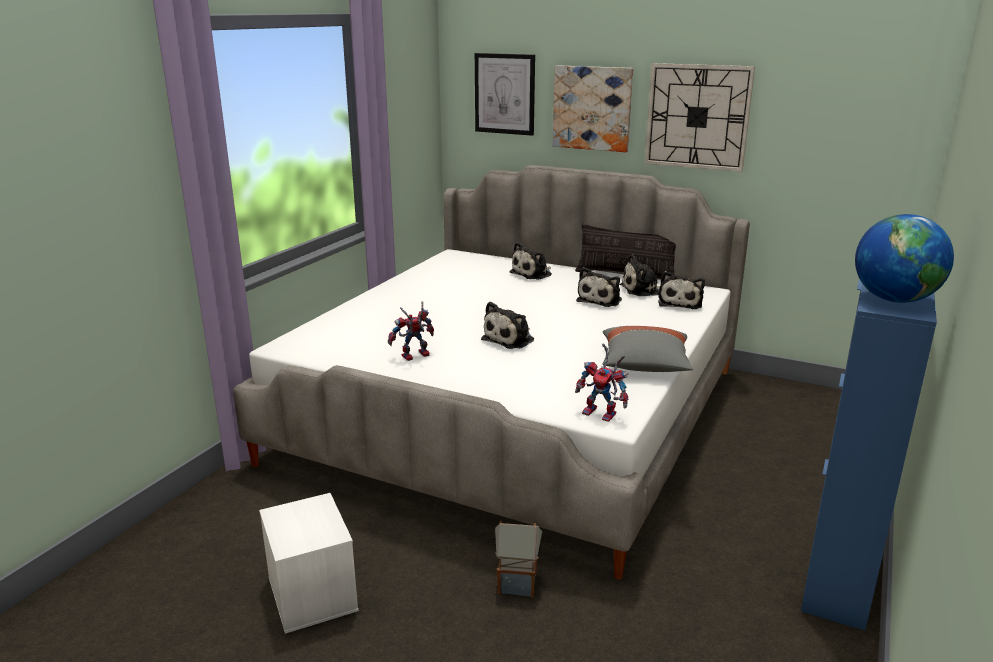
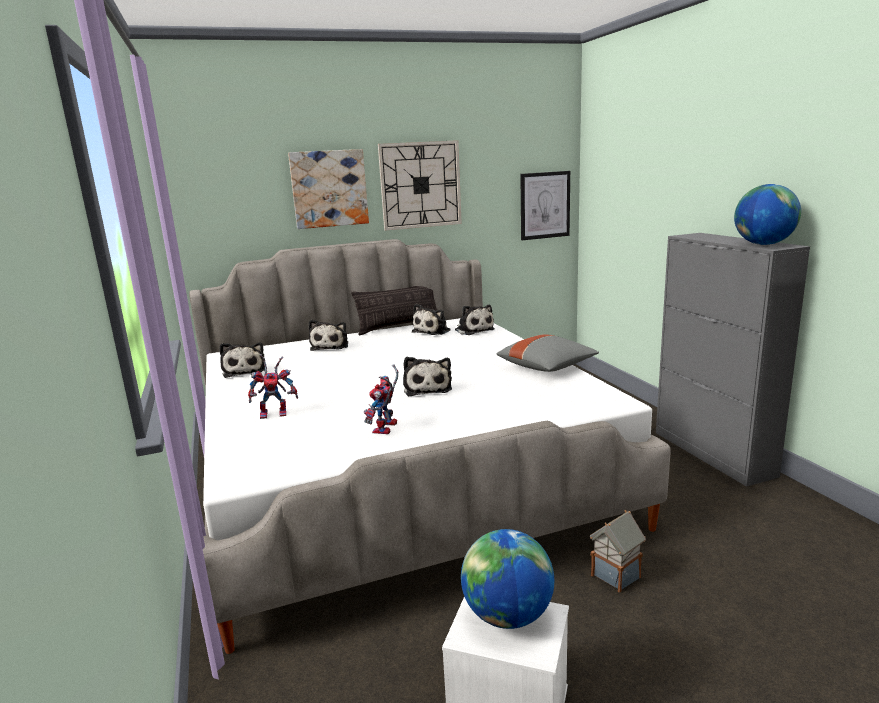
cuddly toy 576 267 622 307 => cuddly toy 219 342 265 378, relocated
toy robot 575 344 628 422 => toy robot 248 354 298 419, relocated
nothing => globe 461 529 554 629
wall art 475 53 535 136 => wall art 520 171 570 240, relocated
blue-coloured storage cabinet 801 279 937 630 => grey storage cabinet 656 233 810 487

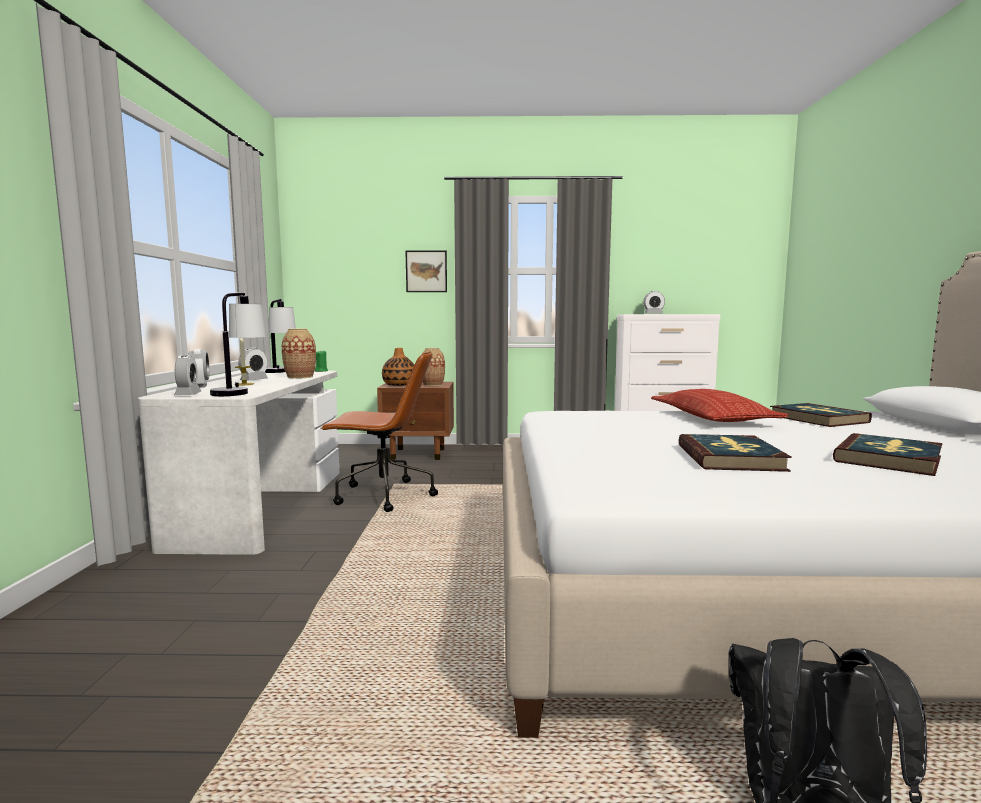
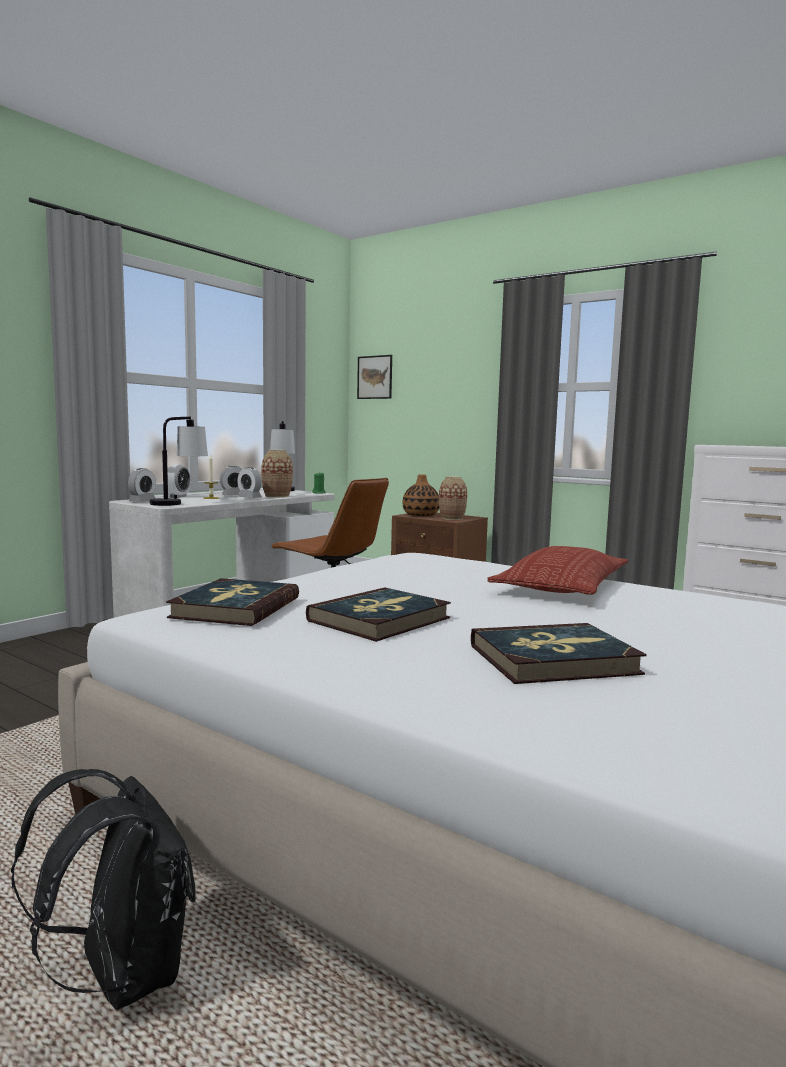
volume 770 403 872 427 => volume 166 578 299 626, relocated
alarm clock 643 291 665 313 => alarm clock 237 467 262 498, relocated
wall art 406 250 447 292 => wall art 357 355 392 399, relocated

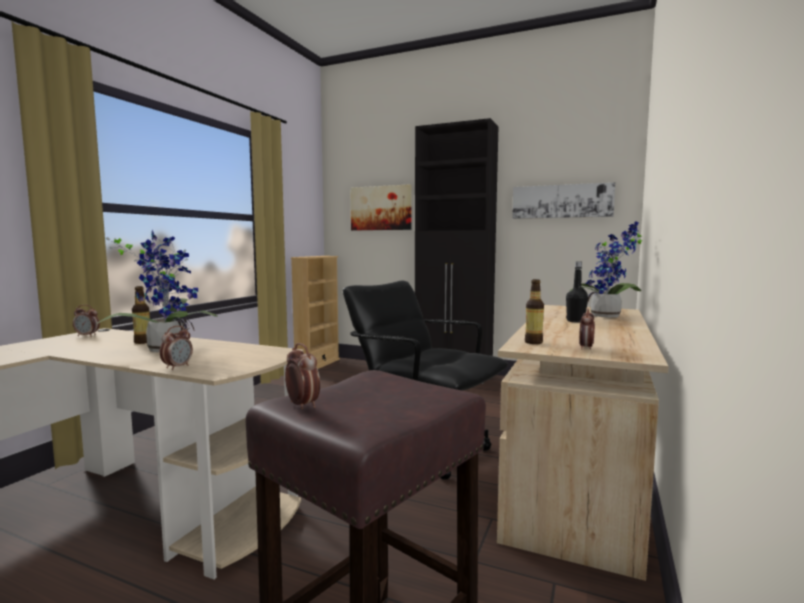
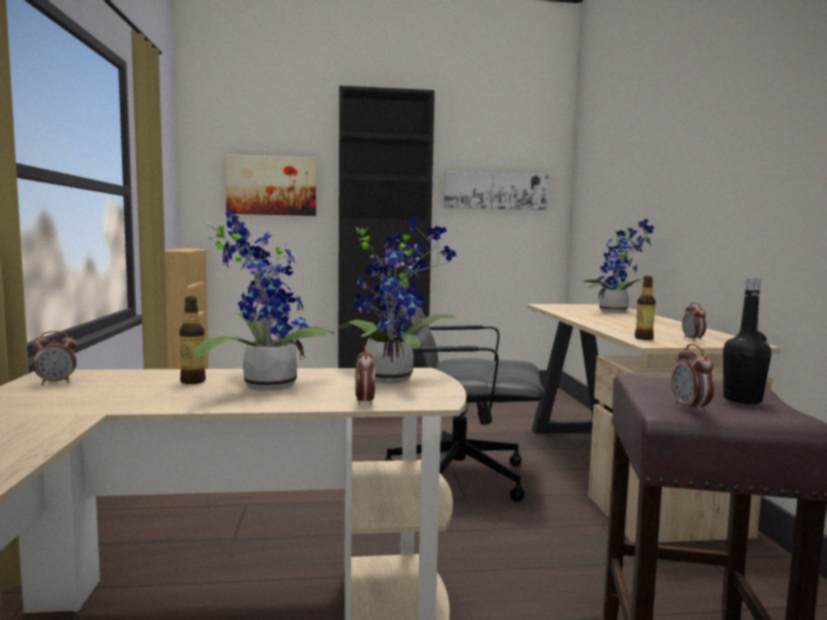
nothing => houseplant 338 216 457 384
alarm clock 285 343 320 409 => alarm clock 671 344 715 413, 120 degrees counterclockwise
black-coloured drink bottle 566 261 588 323 => black-coloured drink bottle 723 278 771 404, relocated

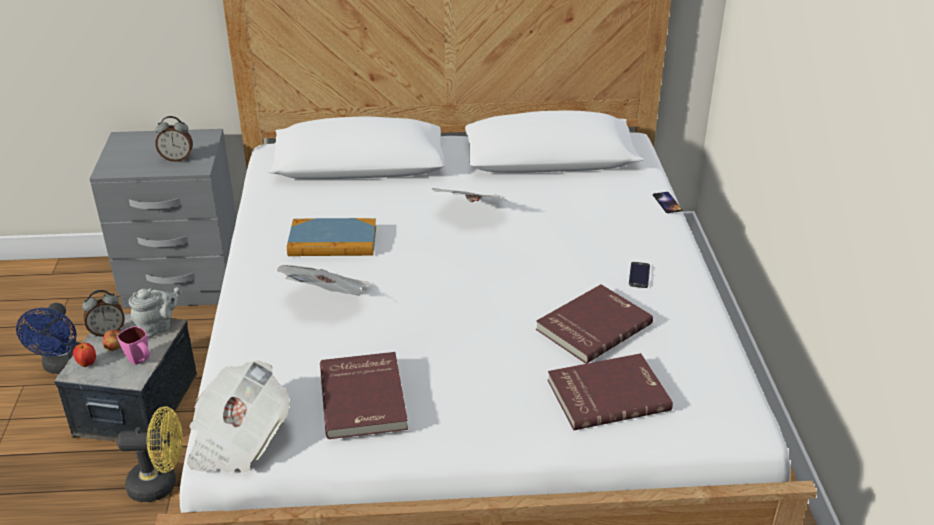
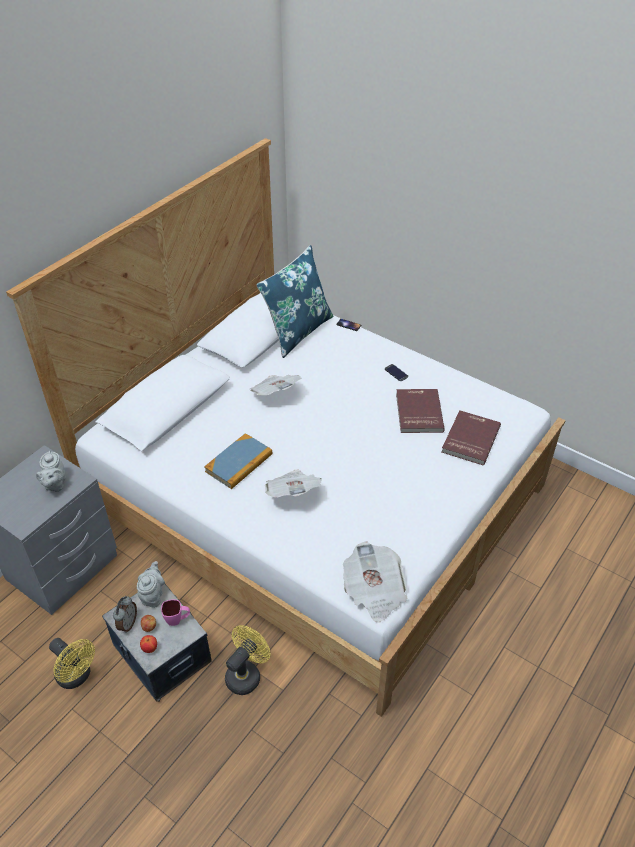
alarm clock 155 116 193 162 => grey teapot 36 451 66 492
blue-coloured electric fan 16 303 81 374 => yellowish electric fan 49 638 95 689
nothing => blue-coloured pillow 256 245 333 358
red volume 320 352 408 439 => nothing

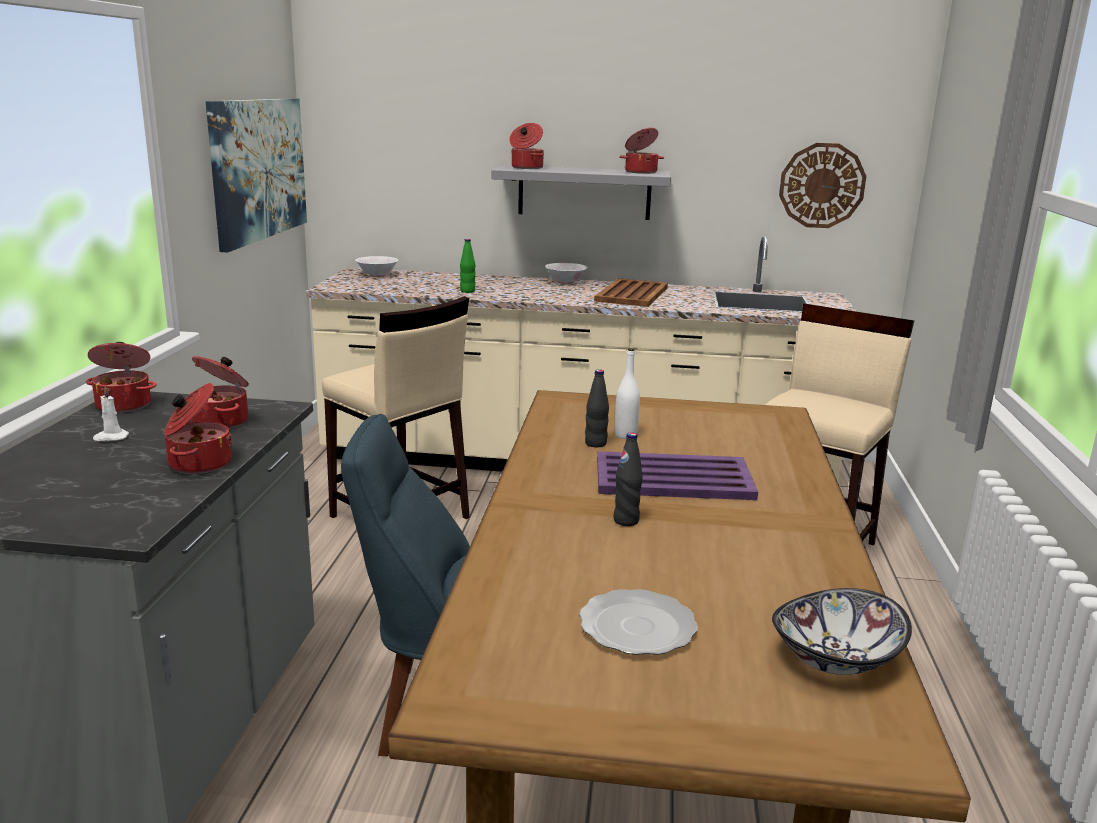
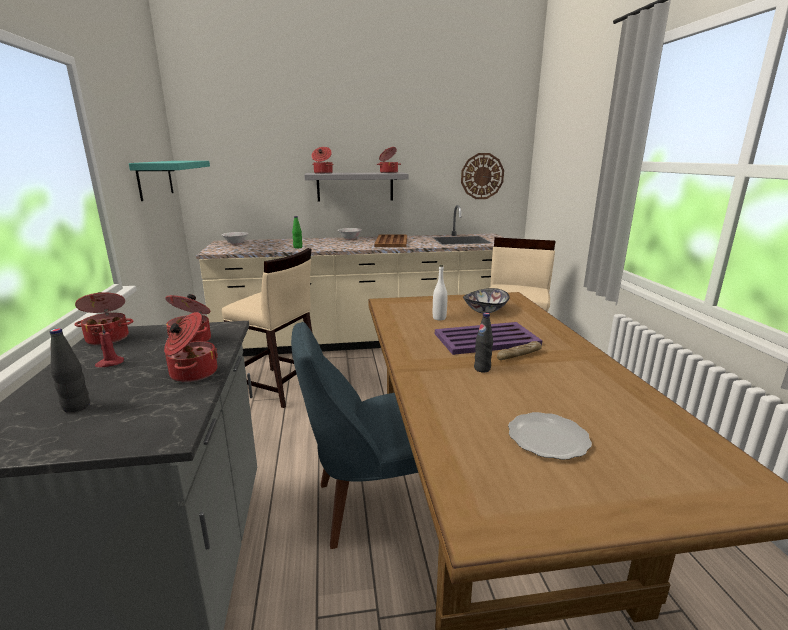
black-coloured drink bottle 585 369 609 447 => black-coloured drink bottle 50 328 90 413, relocated
whitish candle 93 386 129 441 => red candle 95 325 124 367
wall art 206 98 307 252 => turquoise-coloured shelf 129 161 210 201
bowl 772 588 912 675 => bowl 463 288 510 313, relocated
nothing => baked bread 497 341 542 360

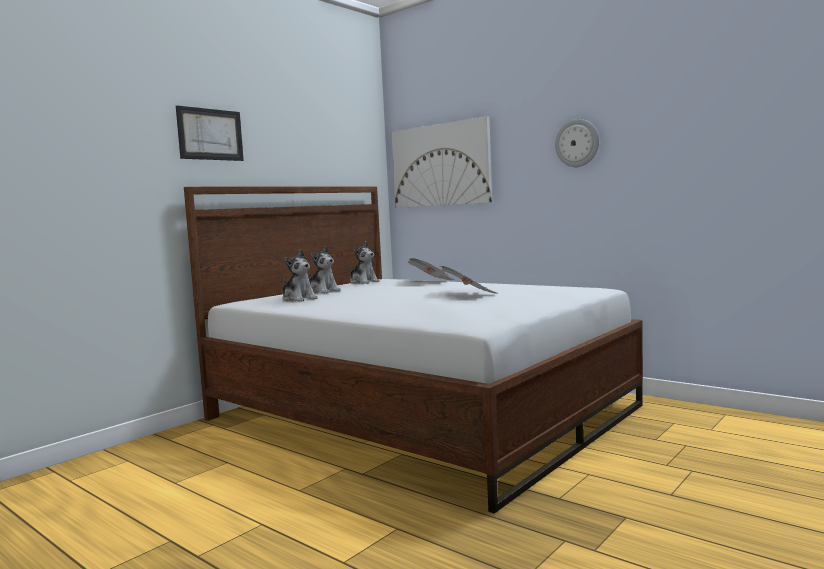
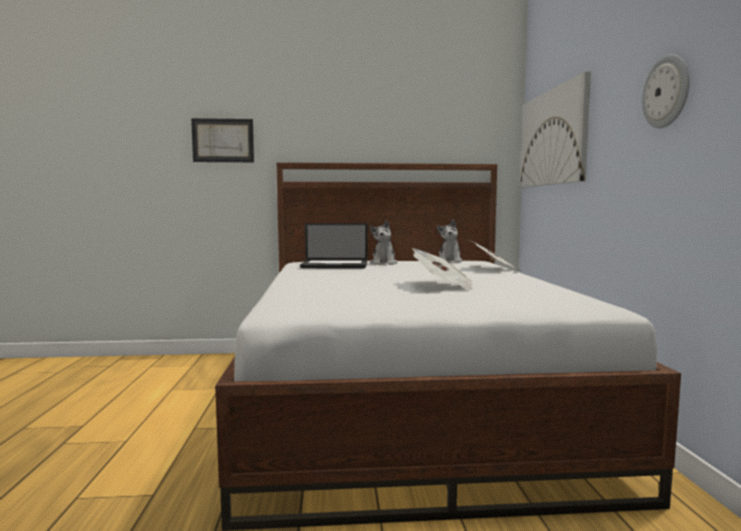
wall art 176 106 244 161 => wall art 191 118 254 162, relocated
cuddly toy 282 250 318 302 => portable computer 300 223 367 269

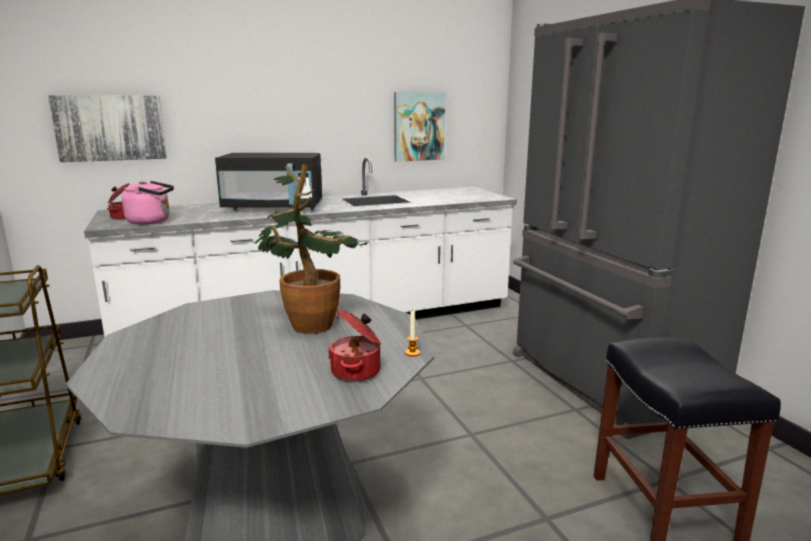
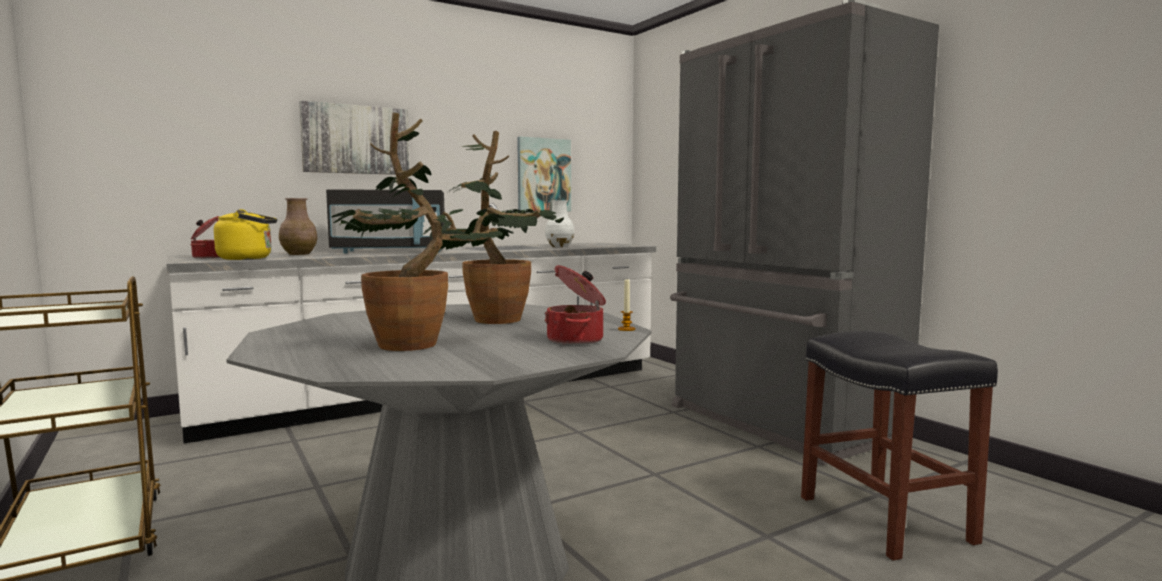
pink water kettle 122 181 174 224 => yellowish water kettle 214 209 277 260
nothing => brown decorative vase 279 198 318 255
wall art 48 95 167 162 => wall art 299 101 410 175, relocated
nothing => houseplant 331 113 513 351
nothing => whitish decorative vase 545 200 574 247

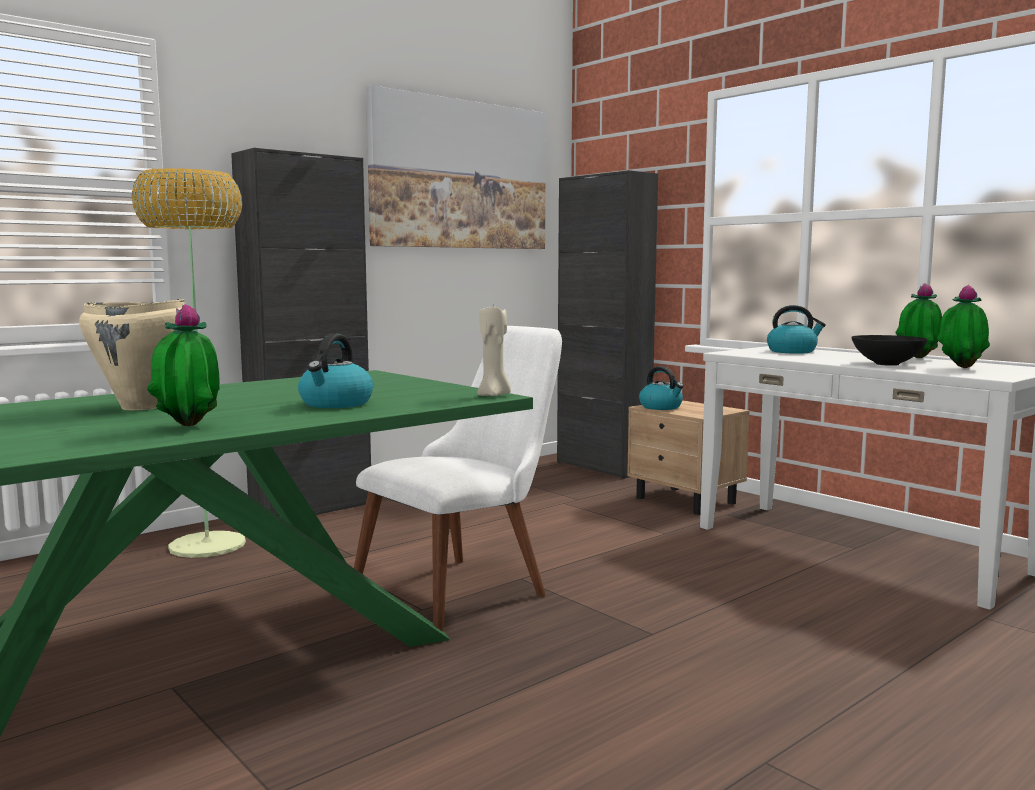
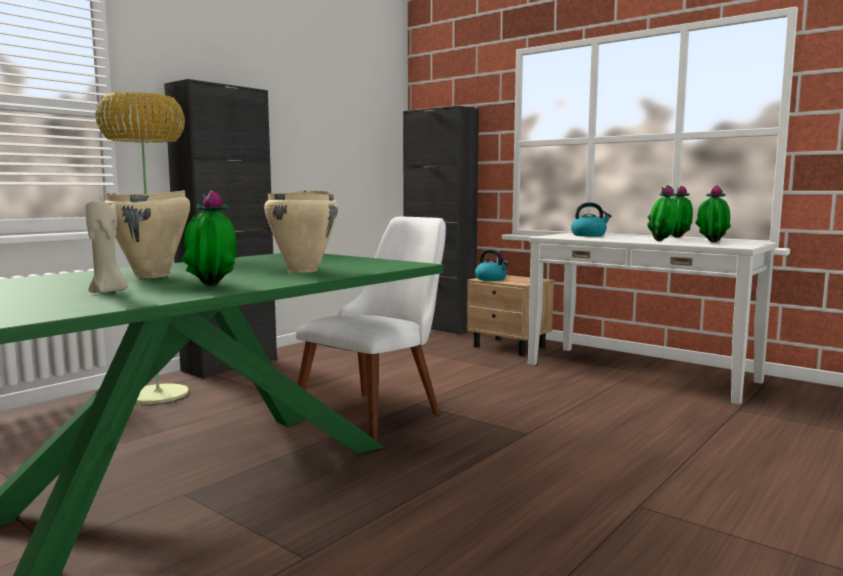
beige candle 477 307 511 396 => beige candle 85 200 127 293, relocated
water kettle 298 334 373 408 => beige cooking pot 264 190 338 273
black-coloured bowl 851 335 928 366 => houseplant 647 185 679 241
wall art 366 85 546 249 => nothing

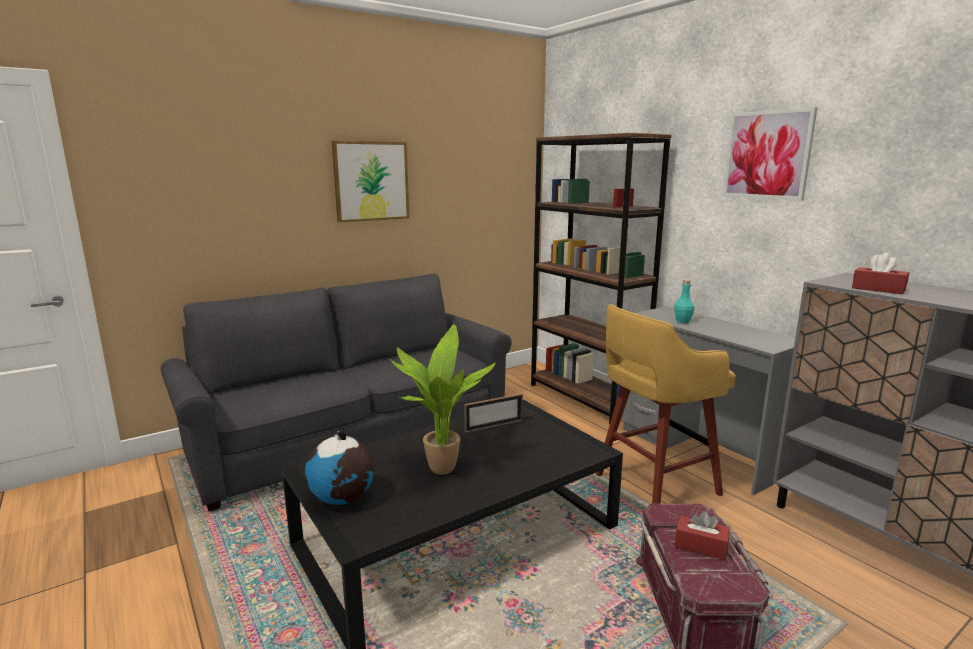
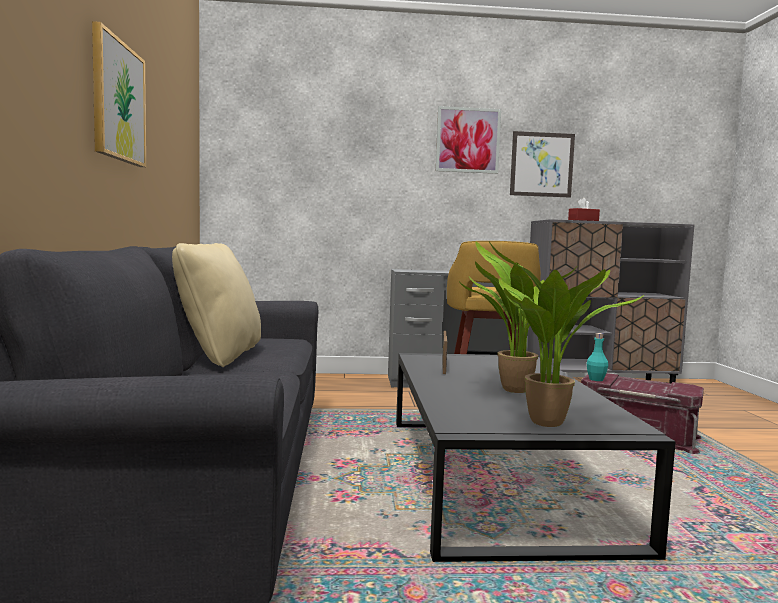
nothing => beige pillow 172 243 261 367
globe 305 430 374 505 => houseplant 489 242 644 427
nothing => wall art 510 131 575 198
turquoise-coloured drink bottle 674 279 695 323 => turquoise-coloured drink bottle 587 333 608 381, relocated
brown bookshelf 531 133 672 424 => nothing
red tissue box 675 511 730 560 => nothing

